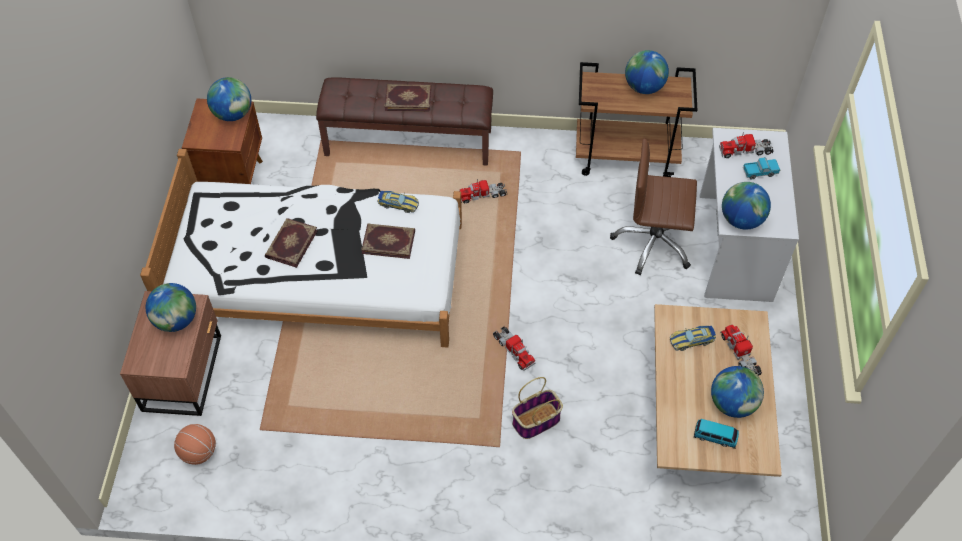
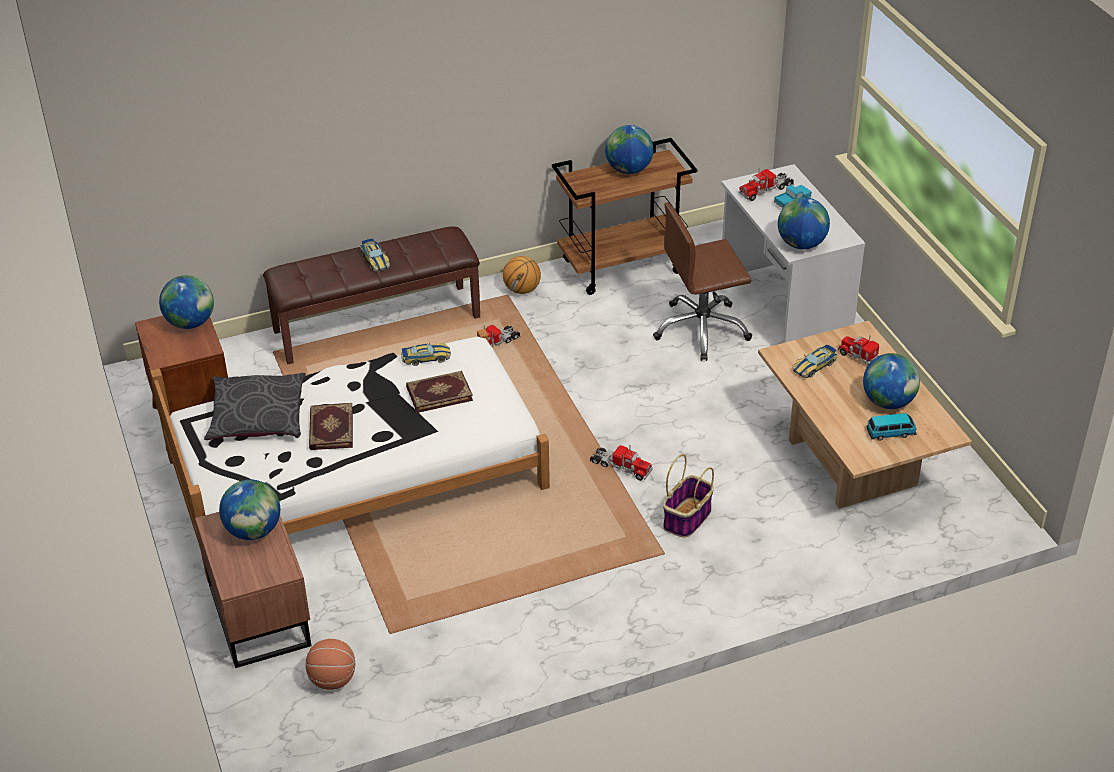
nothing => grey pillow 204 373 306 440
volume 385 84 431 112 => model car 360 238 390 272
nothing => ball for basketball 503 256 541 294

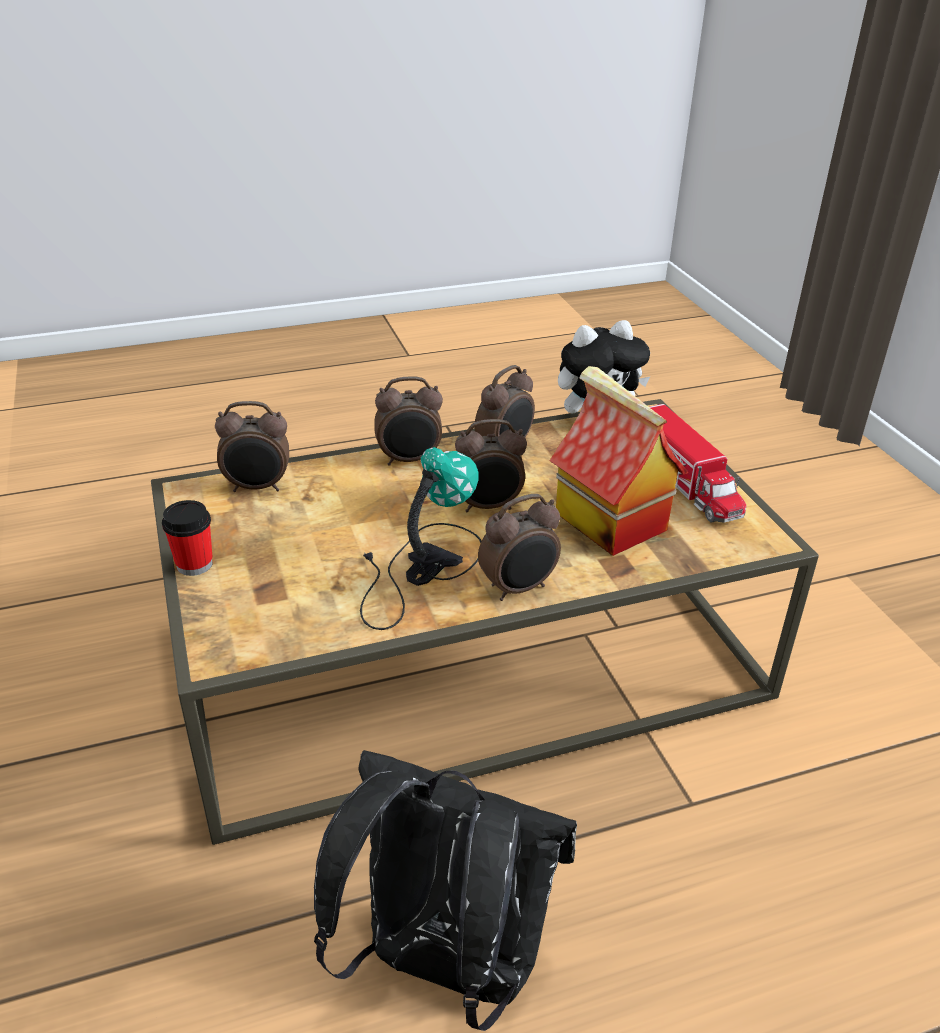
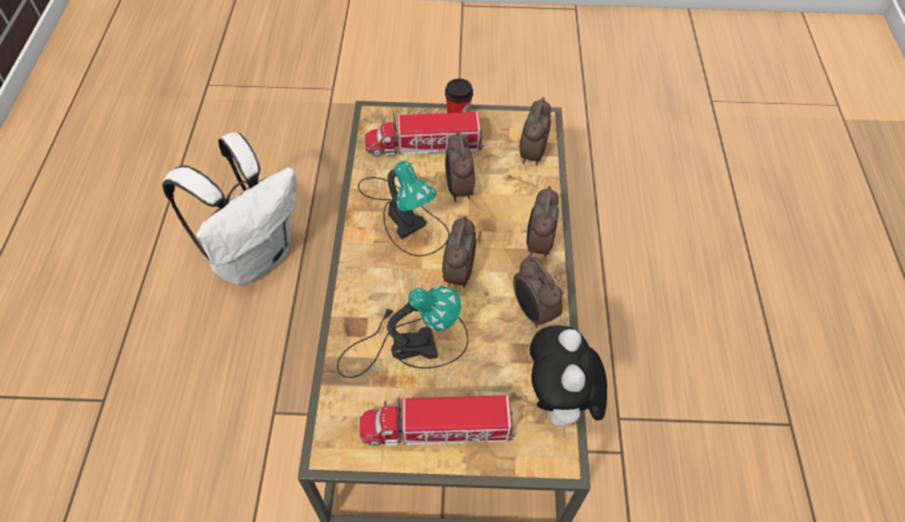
black-coloured backpack 314 750 577 1031 => whitish backpack 162 132 297 286
miniature house 550 366 688 556 => lamp for a table 337 286 468 378
nothing => model truck 365 112 484 156
alarm clock 478 494 561 601 => alarm clock 445 131 475 202, relocated

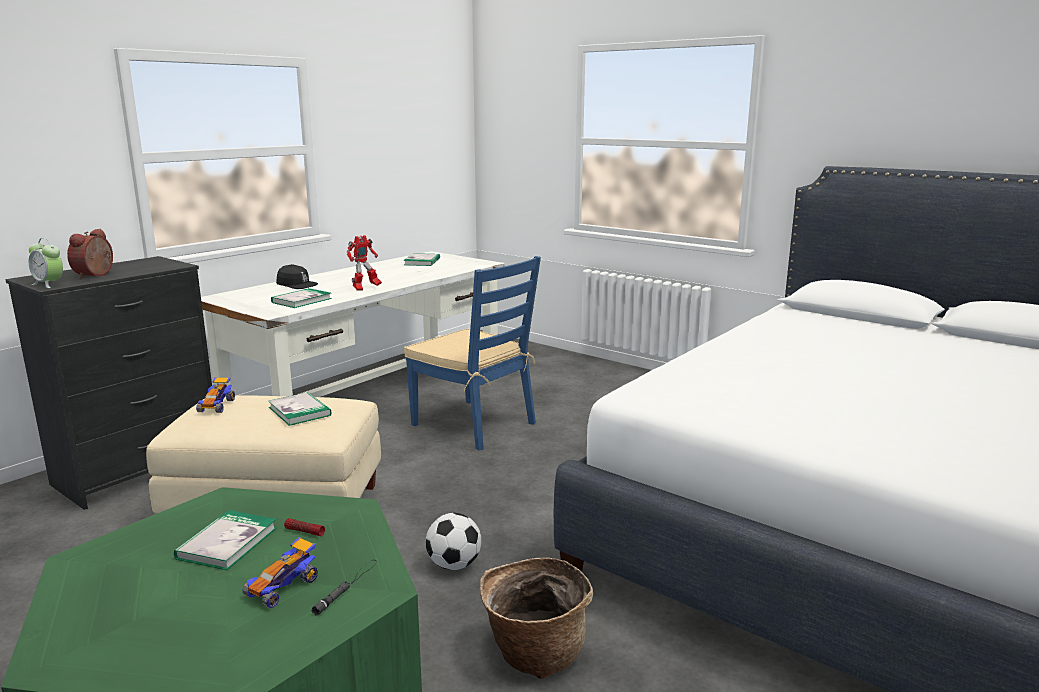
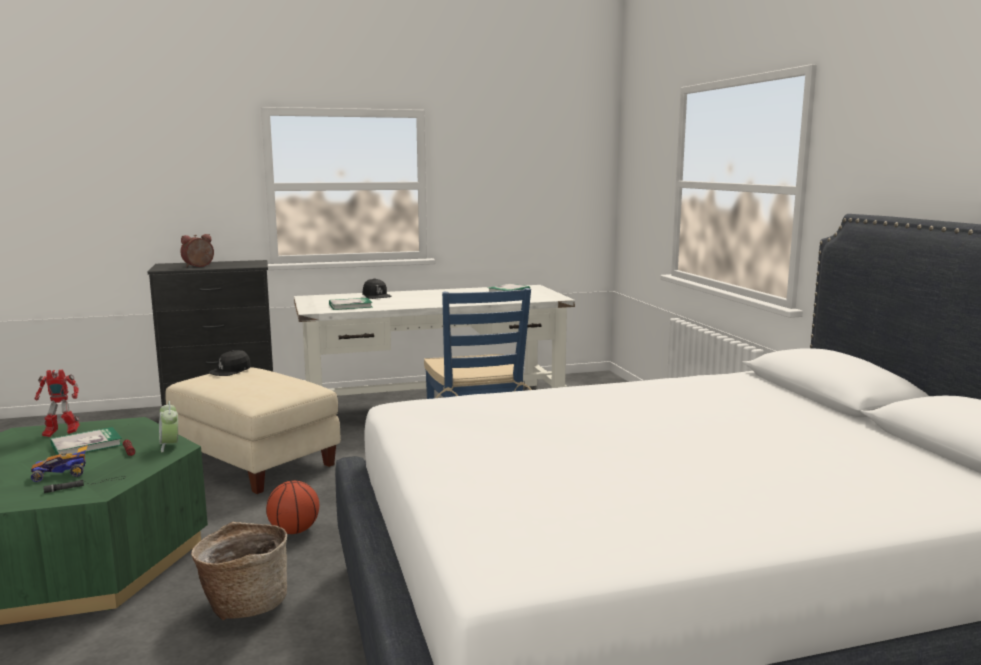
toy robot 347 235 382 291 => toy robot 35 370 80 437, relocated
alarm clock 29 238 63 288 => alarm clock 159 401 178 452, relocated
model car 196 377 235 413 => black-coloured baseball cap 209 350 251 376
football 426 513 481 570 => ball for basketball 266 481 319 534
volume 268 392 332 426 => nothing

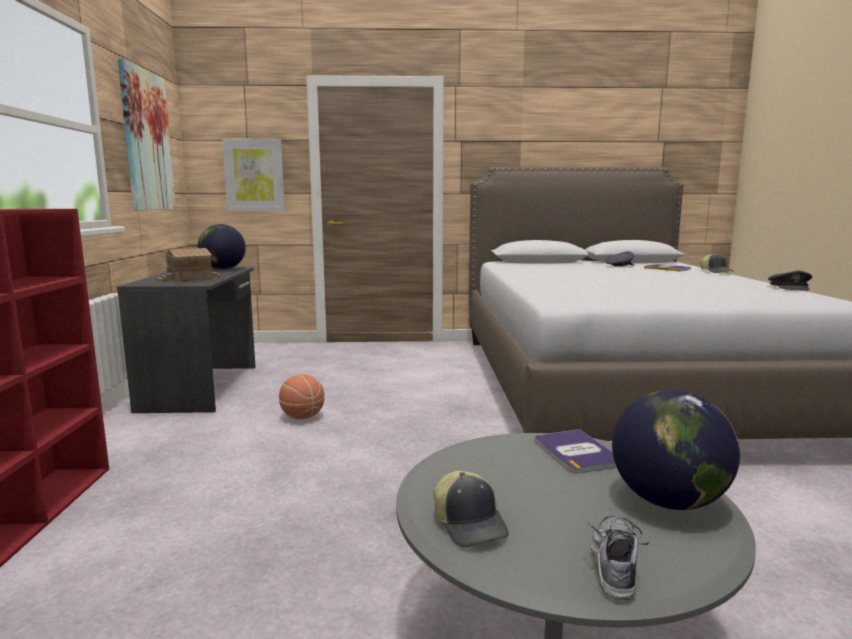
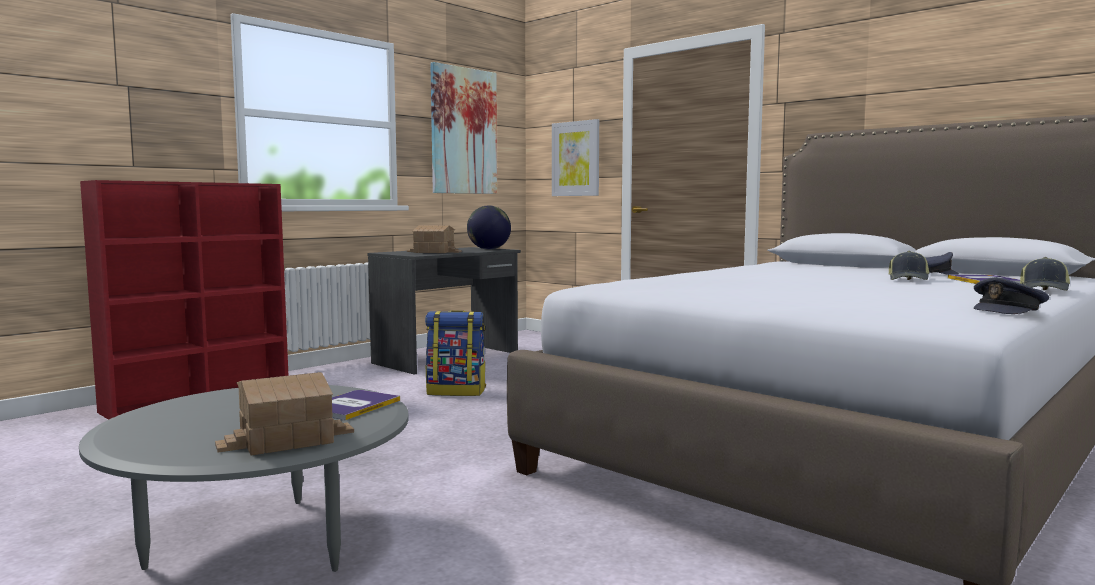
globe 612 390 740 510 => miniature house 215 372 354 456
ball for basketball 279 375 324 419 => backpack 425 310 486 396
baseball cap 434 471 509 547 => baseball cap 889 251 929 280, relocated
item of footwear 586 516 649 600 => nothing

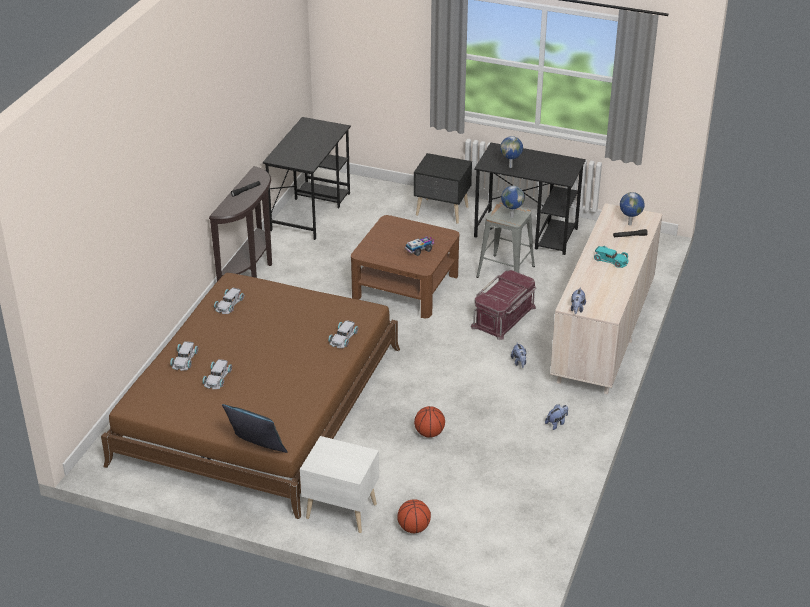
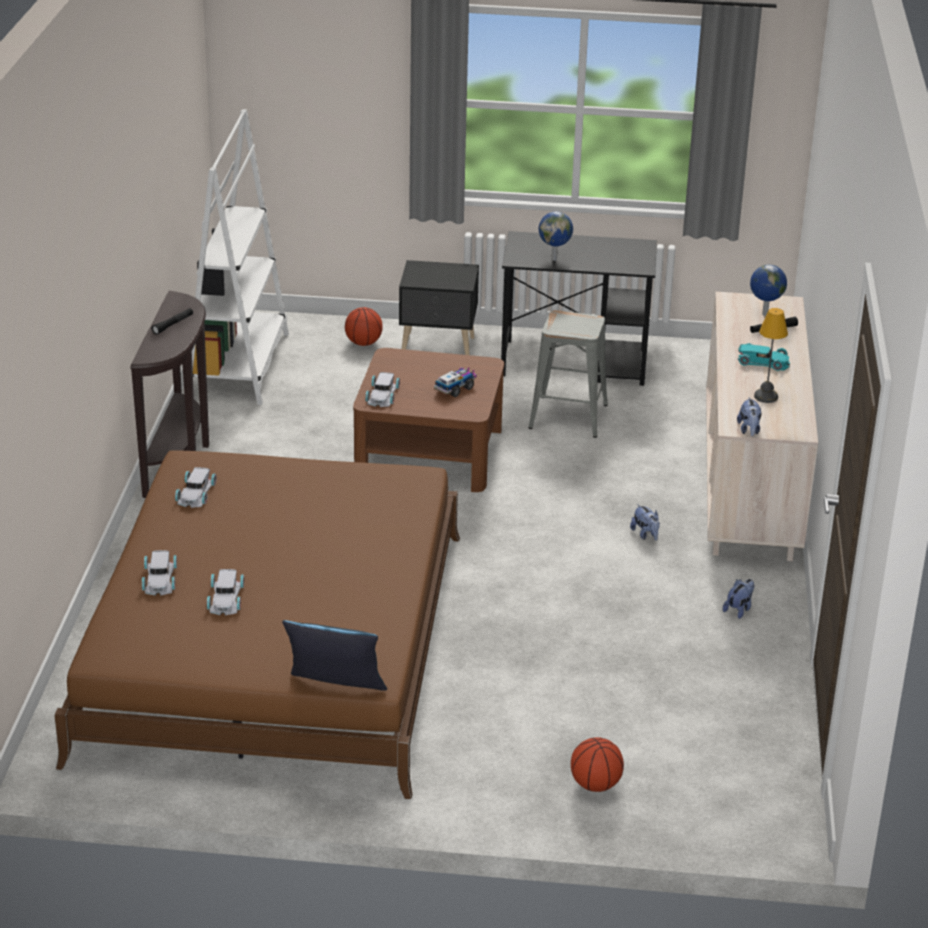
black-coloured desk unit 263 117 351 240 => whitish bookshelf 192 109 289 405
ball for basketball 414 406 445 438 => ball for basketball 345 307 383 346, relocated
whitish model car 328 320 358 348 => whitish model car 365 372 400 407, relocated
nothing => lamp for a table 754 308 788 403
whitish night table 300 436 379 533 => nothing
red storage bin 471 270 536 340 => nothing
globe 501 186 525 218 => nothing

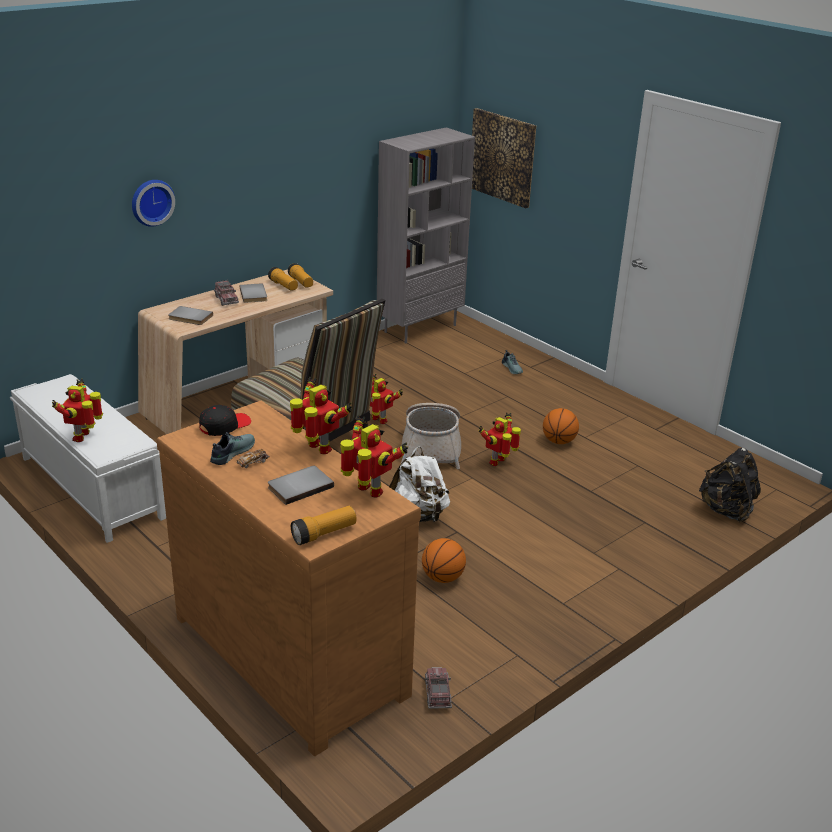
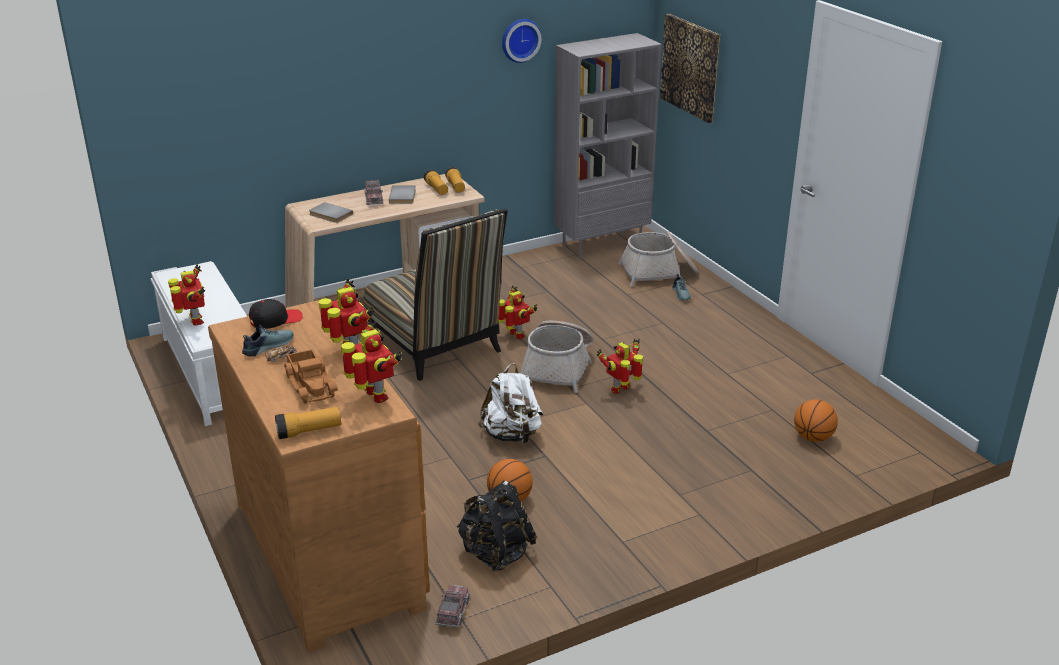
toy robot 52 379 103 442 => toy robot 168 264 205 326, 135 degrees clockwise
grey volume 268 466 334 505 => model truck 284 349 338 404
black-coloured backpack 699 448 761 522 => black-coloured backpack 457 481 537 572, relocated
wall clock 132 180 175 227 => wall clock 502 19 541 63, relocated
nothing => household basket 618 231 698 287
ball for basketball 543 408 579 444 => ball for basketball 794 399 838 442, relocated

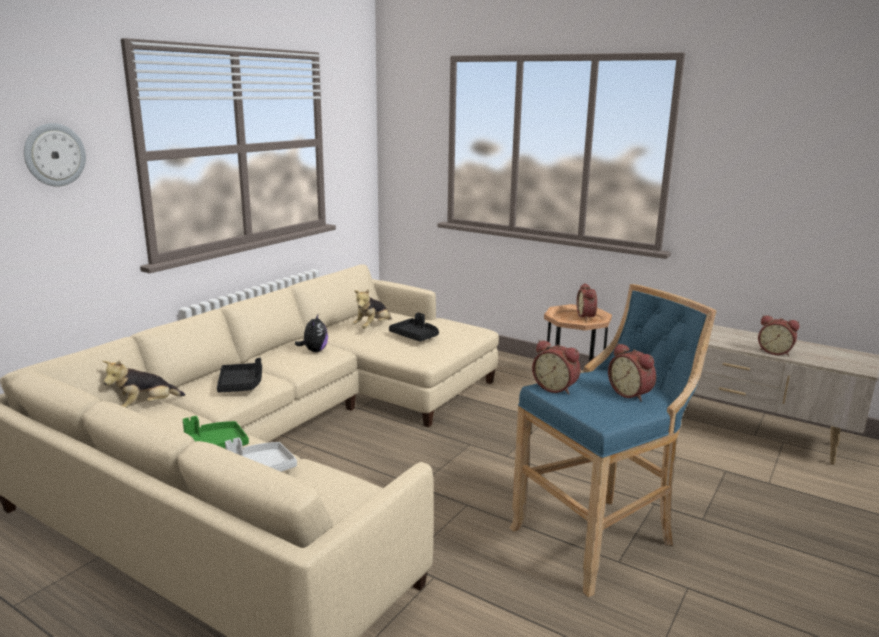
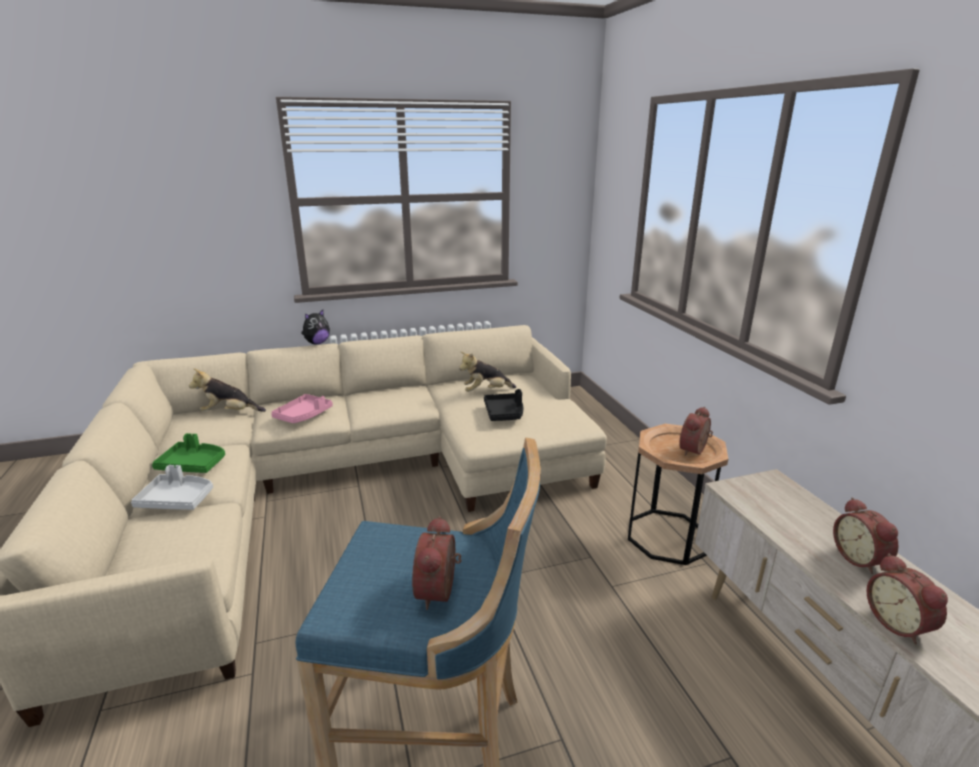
black-coloured tray 217 358 262 392 => pink tray 271 394 333 423
cuddly toy 295 315 328 352 => cuddly toy 301 310 330 345, relocated
alarm clock 532 340 580 395 => alarm clock 833 497 899 574, relocated
wall clock 24 123 86 187 => nothing

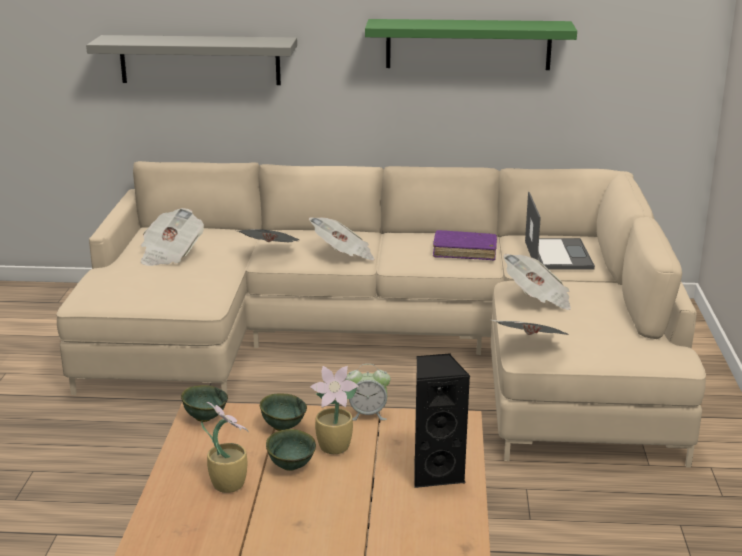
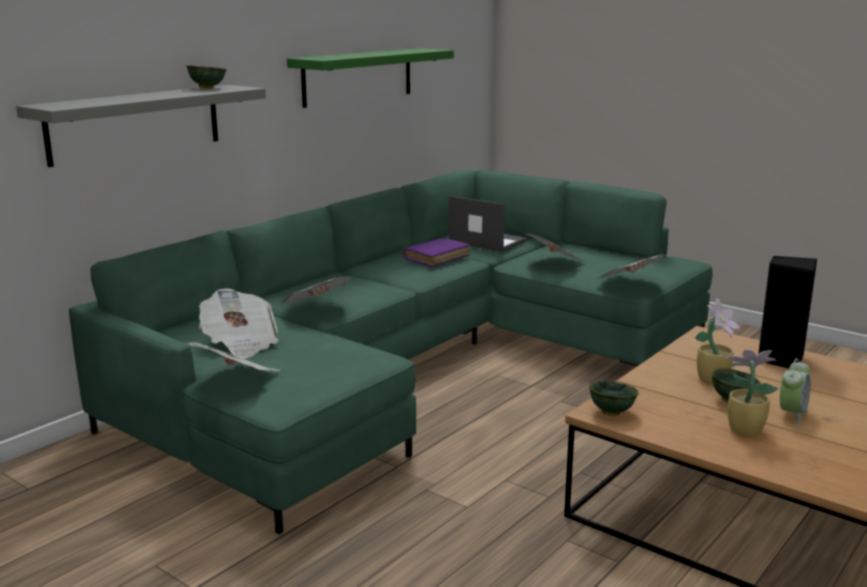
beige settee 56 161 706 468 => green-coloured settee 69 169 713 534
green-coloured bowl 259 393 307 431 => green-coloured bowl 187 65 227 89, relocated
newspaper 309 217 375 261 => newspaper 188 342 280 372, relocated
alarm clock 345 364 391 421 => alarm clock 780 358 811 425, relocated

